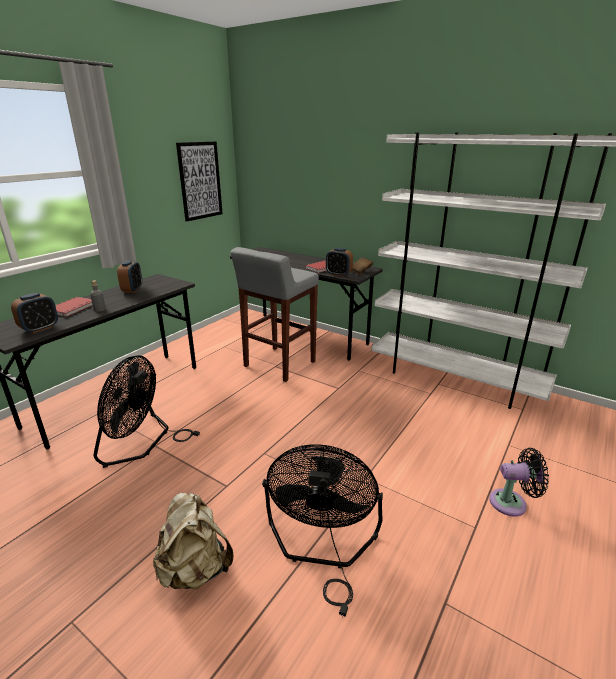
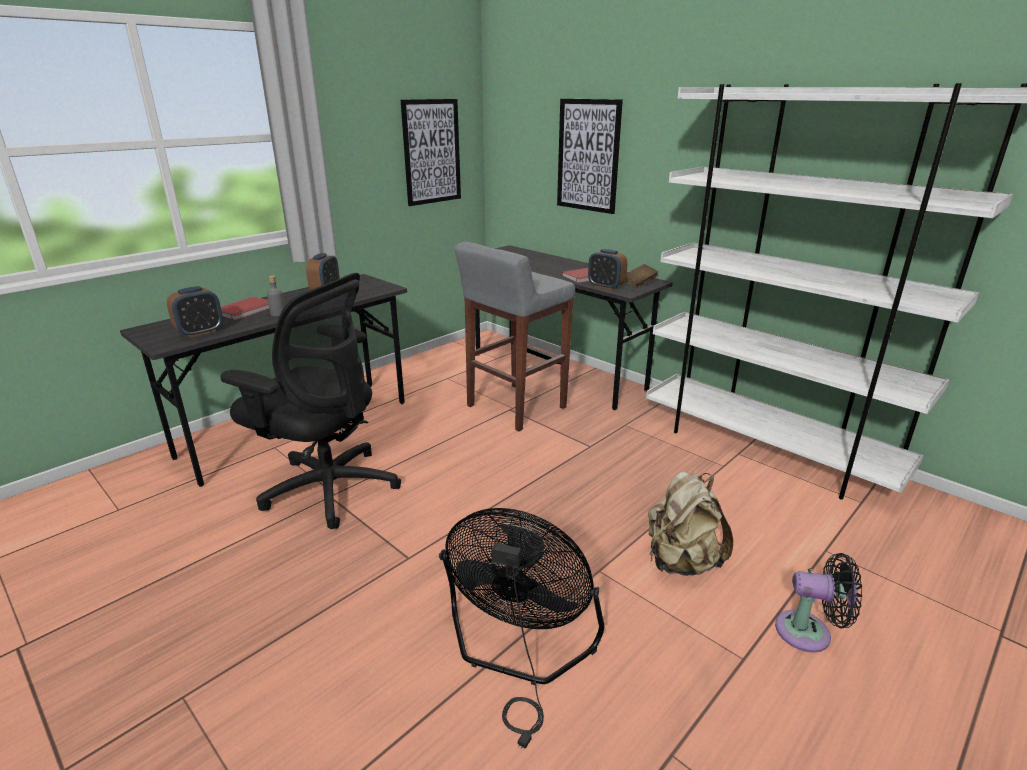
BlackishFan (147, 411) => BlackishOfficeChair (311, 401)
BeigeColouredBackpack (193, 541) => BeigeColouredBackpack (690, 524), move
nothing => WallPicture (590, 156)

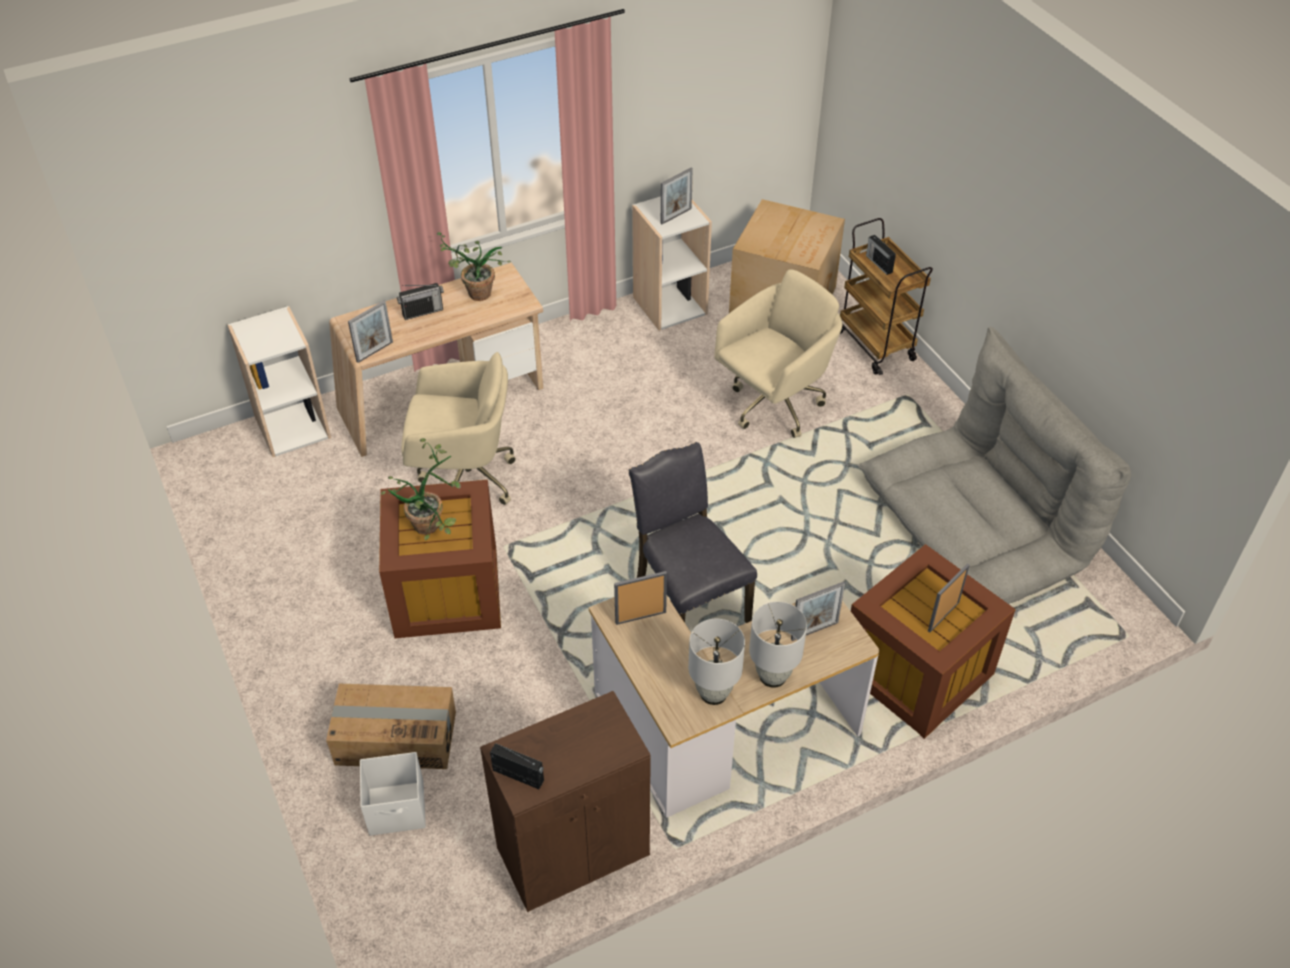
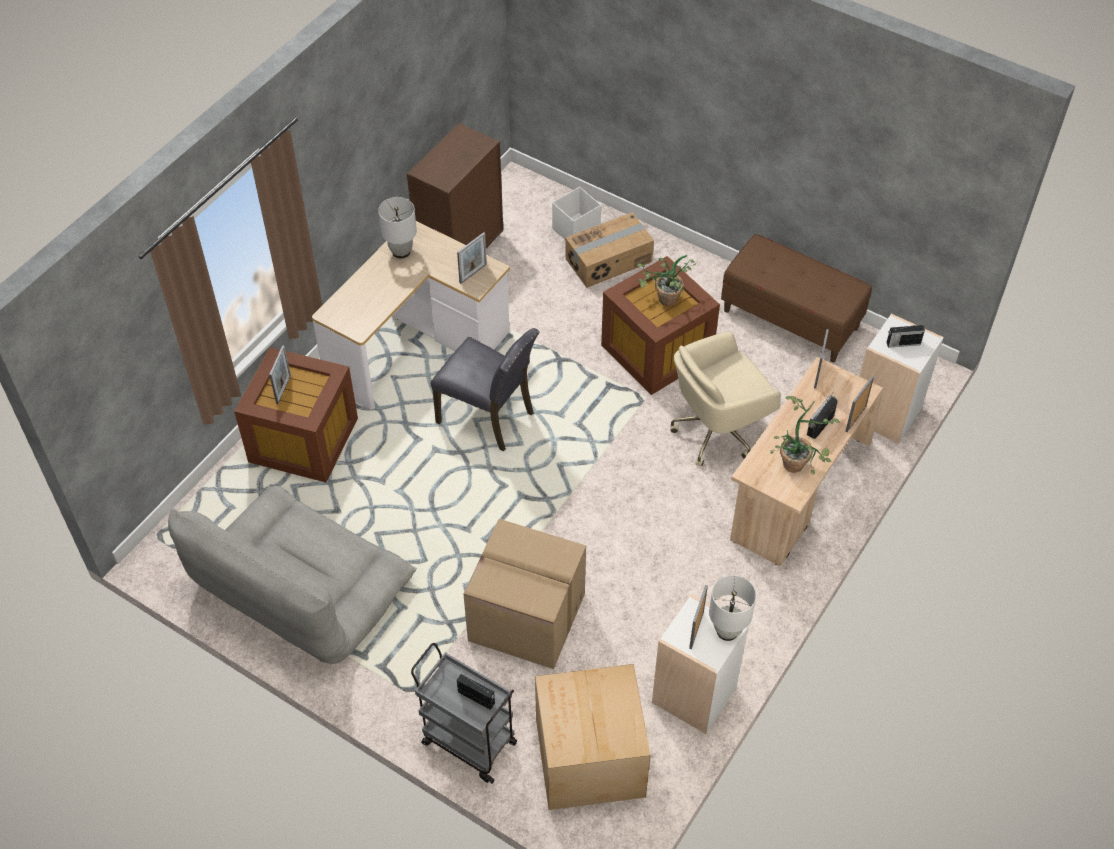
BrownCart (886, 296) => GreyishCart (464, 713)
BeigeColouredOfficeChair (778, 353) => CardboardBox (524, 594)
StandingFrame (818, 611) => StandingFrame (860, 404), move
WhitishLampForATable (778, 645) => WhitishLampForATable (732, 608), move
RadioSet (517, 766) => RadioSet (906, 336), move
nothing => BrownBench (796, 298)

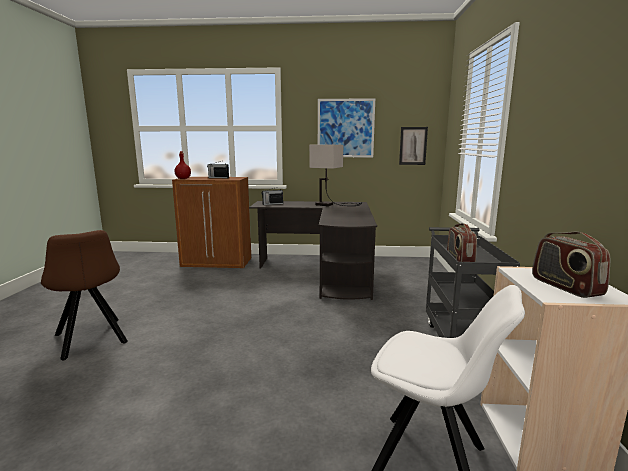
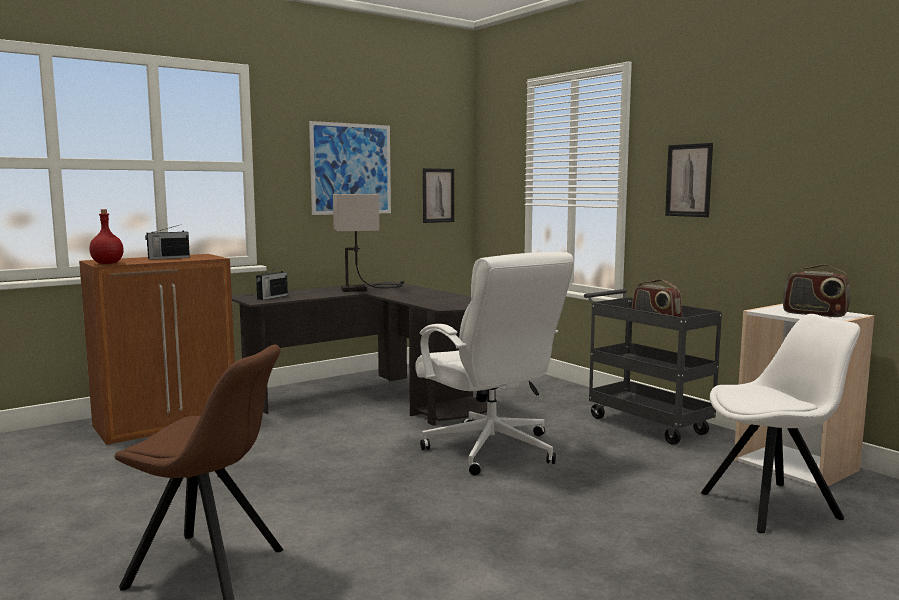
nothing => WallPicture (689, 180)
nothing => WhitishOfficeChair (494, 363)

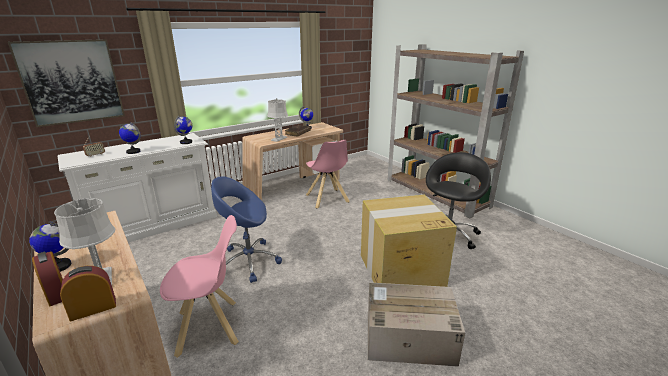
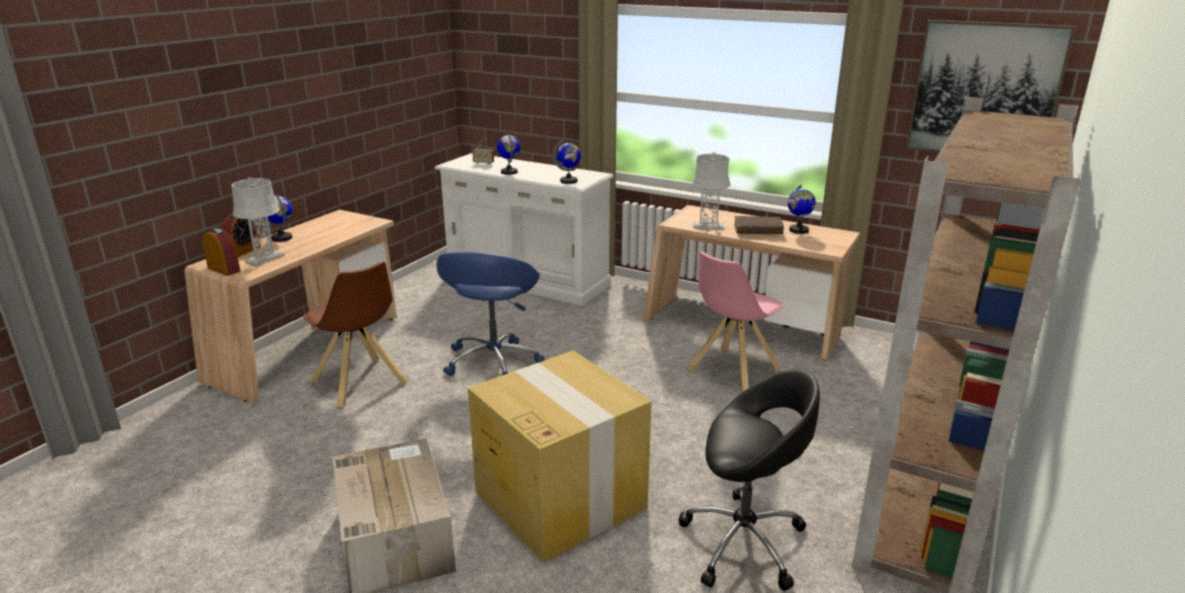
WallPicture (66, 83) => WallPicture (991, 86), move
BluishOfficeChair (246, 229) => BluishOfficeChair (490, 314), 135 degrees counterclockwise
PinkColouredPlainChair (199, 286) => BrownPlainChair (356, 335)

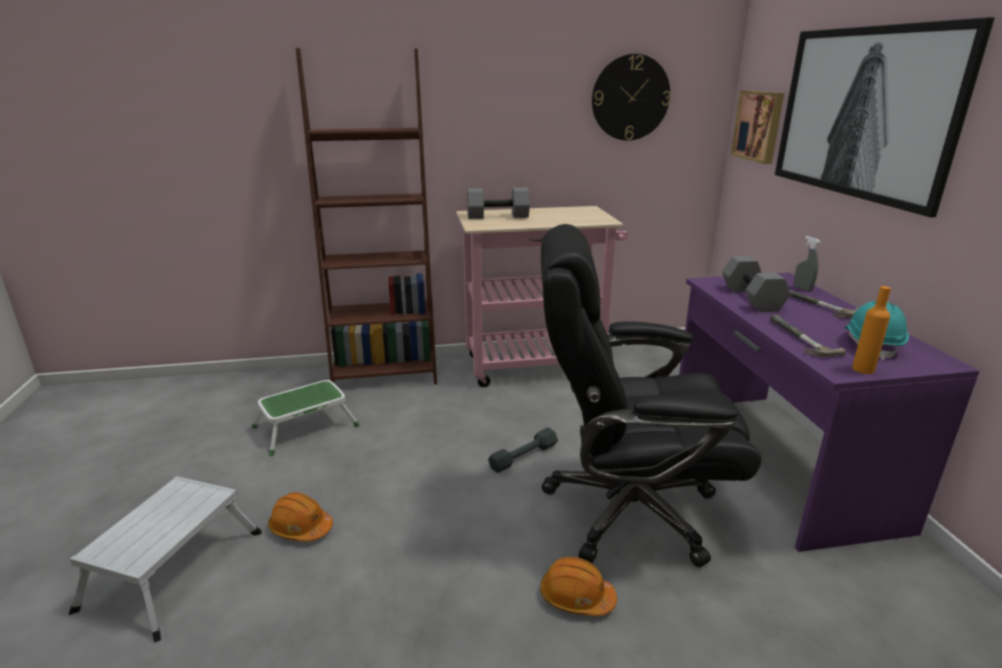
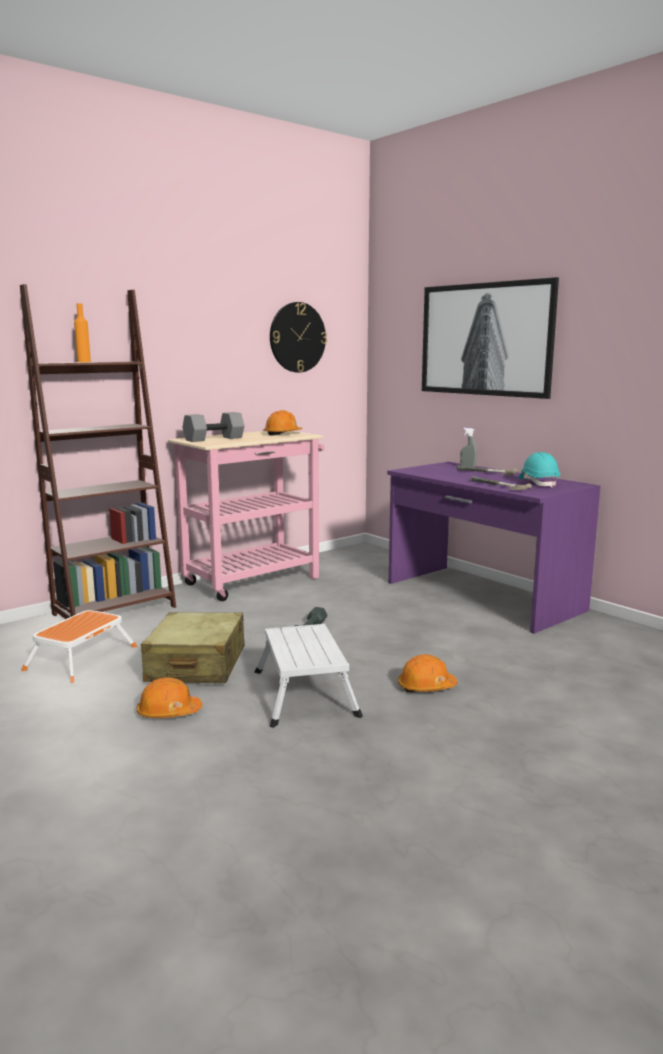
WallPicture (757, 127) => nothing
BlackishOfficeChair (651, 395) => nothing
GreyishHandWeight (756, 284) => nothing
OrangeBeverageBottle (871, 330) => OrangeBeverageBottle (82, 332), move
GreenishStepLadder (306, 418) => OrangeStepLadder (79, 646)
WhitishStepLadder (165, 559) => WhitishStepLadder (308, 676), move
nothing => OrangeWorkHelmet (283, 423)
nothing => BeigeColouredSuitcase (193, 647)

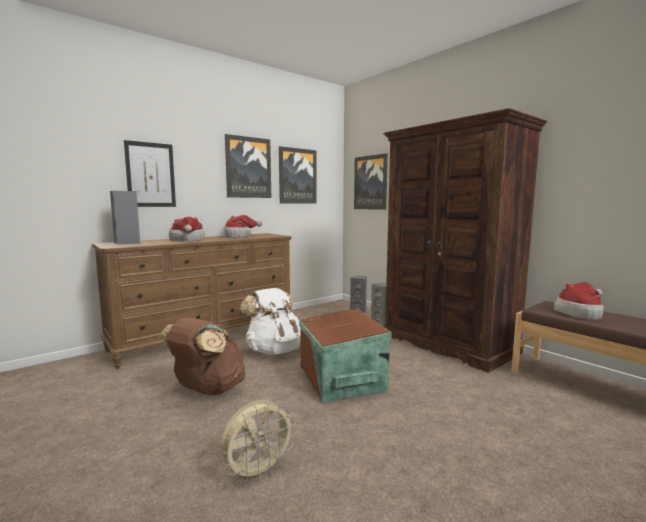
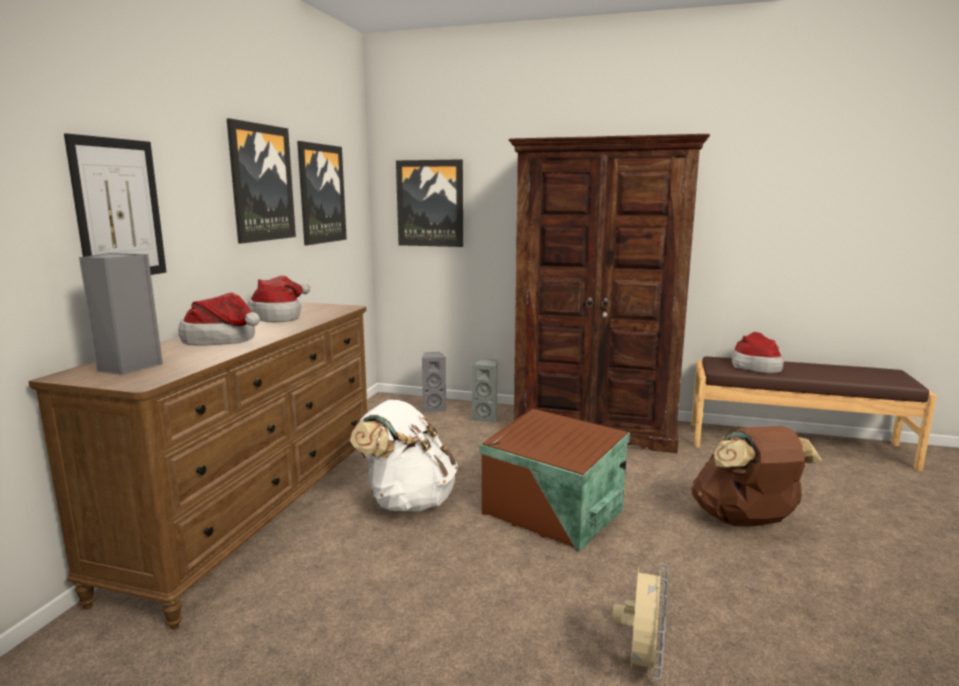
BrownBackpack (201, 357) => BrownBackpack (757, 476), move

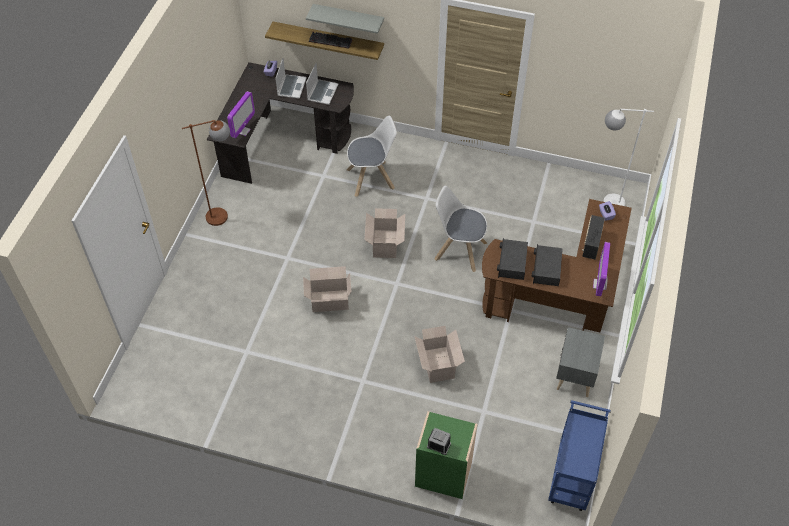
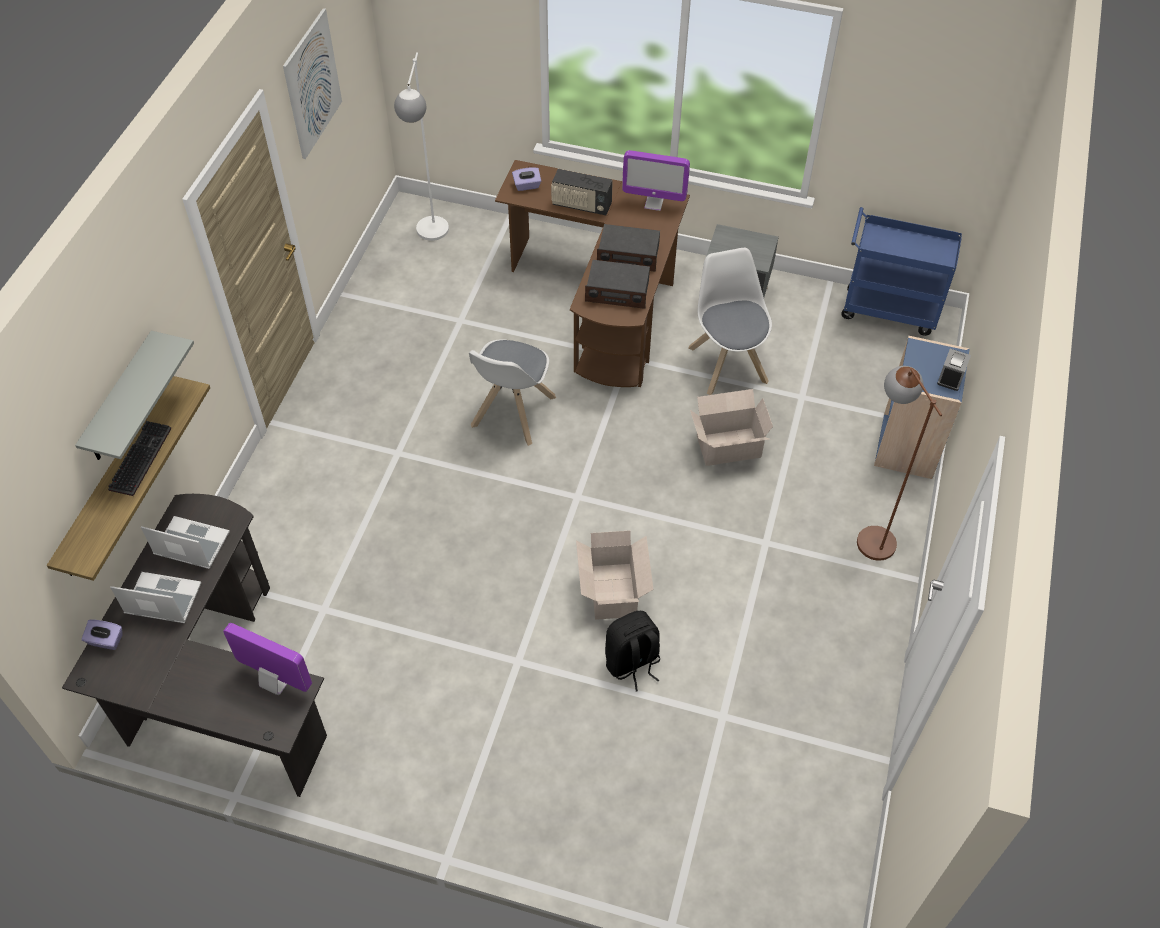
PlainChair (372, 156) => PlainChair (730, 321), move
BrownStandardLamp (206, 173) => BrownStandardLamp (899, 463), move
CardboardBox (384, 233) => nothing
GreenishBookshelf (446, 455) => BluishBookshelf (922, 407)
nothing => WallPicture (312, 83)
nothing => BlackishBackpack (632, 651)

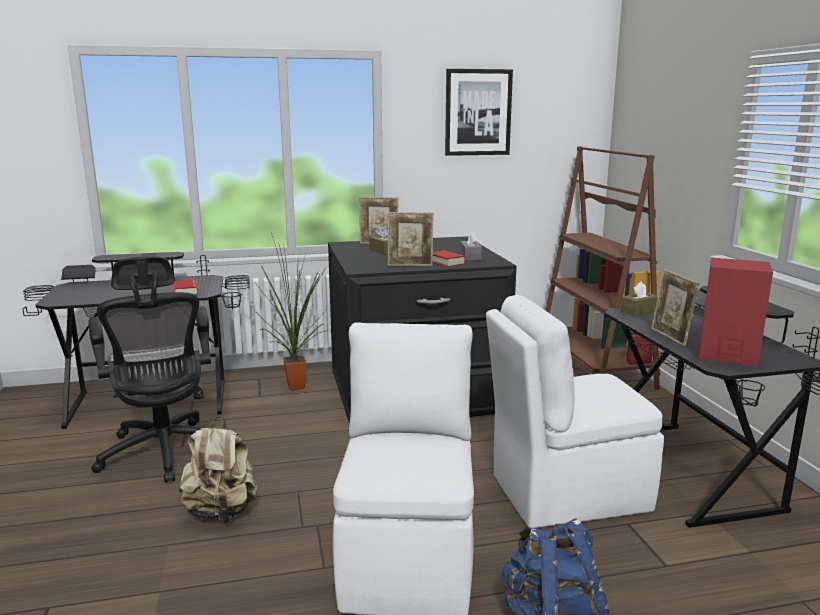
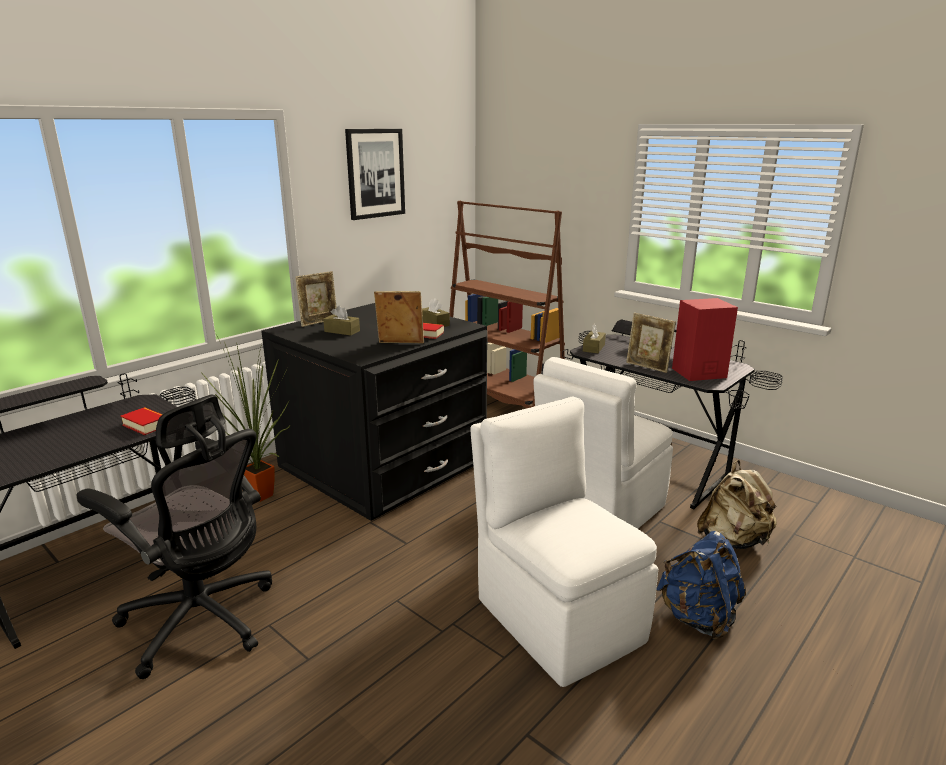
StandingFrame (411, 239) => StandingFrame (399, 317), 135 degrees counterclockwise
GreyishBoxOfTissues (471, 246) => BrownBoxOfTissues (436, 312)
BeigeColouredBackpack (218, 469) => BeigeColouredBackpack (737, 504), move

